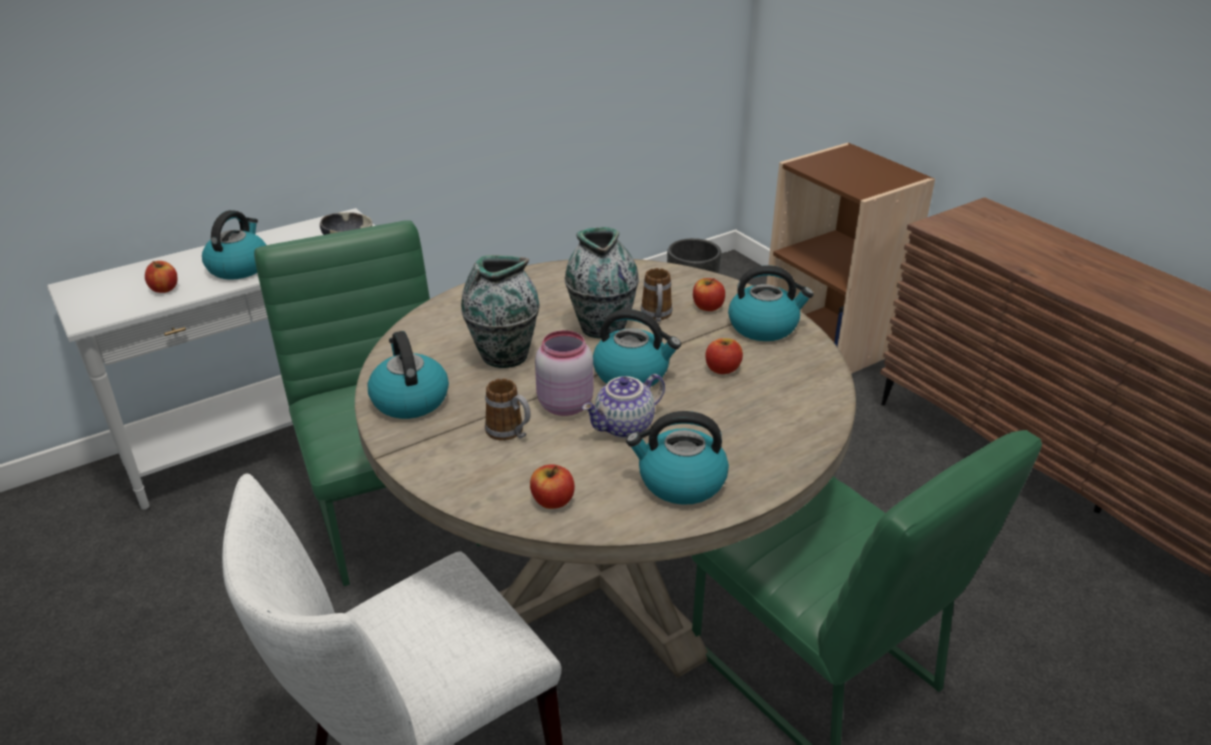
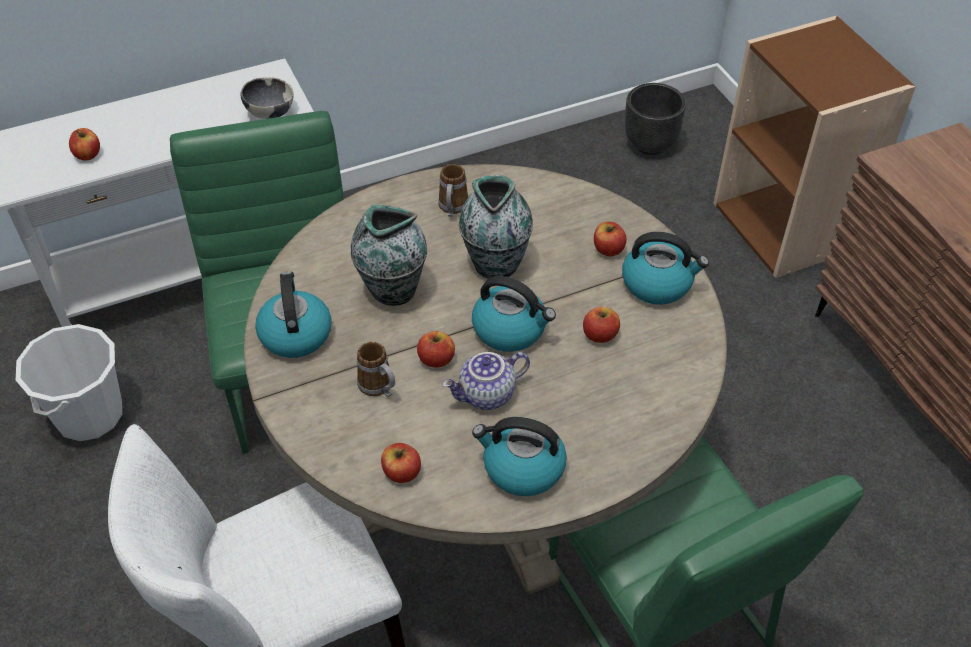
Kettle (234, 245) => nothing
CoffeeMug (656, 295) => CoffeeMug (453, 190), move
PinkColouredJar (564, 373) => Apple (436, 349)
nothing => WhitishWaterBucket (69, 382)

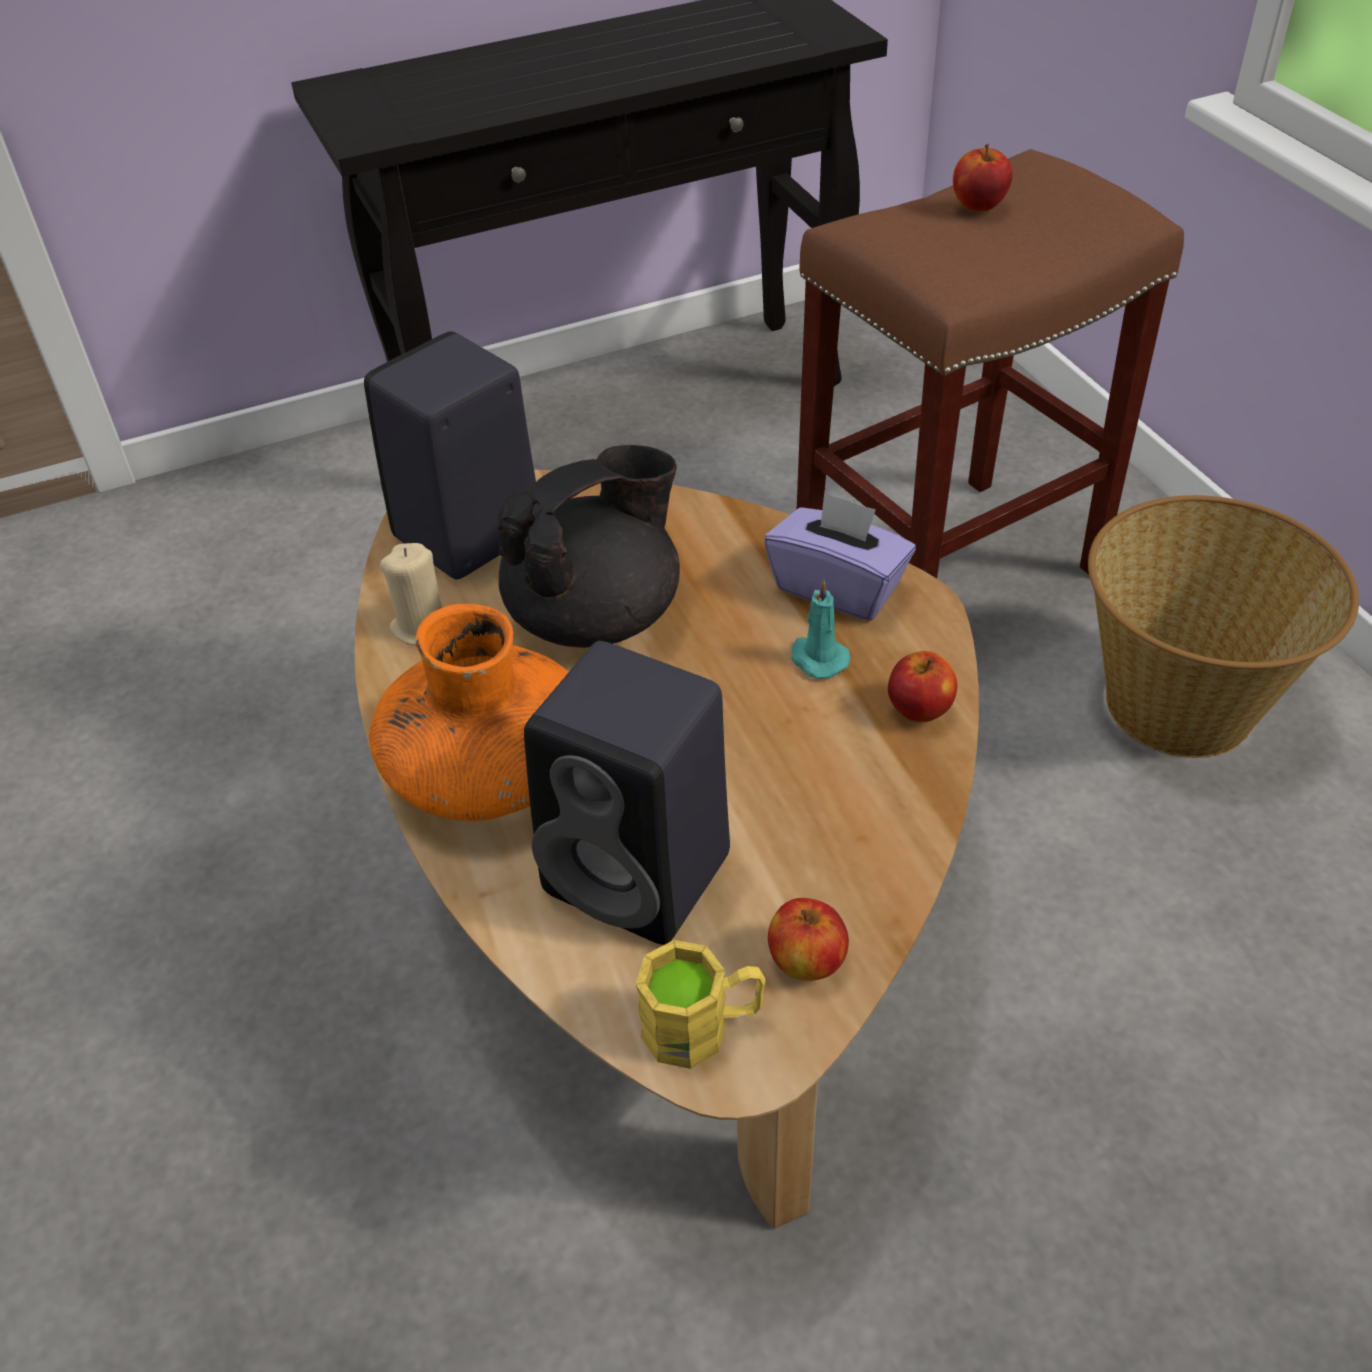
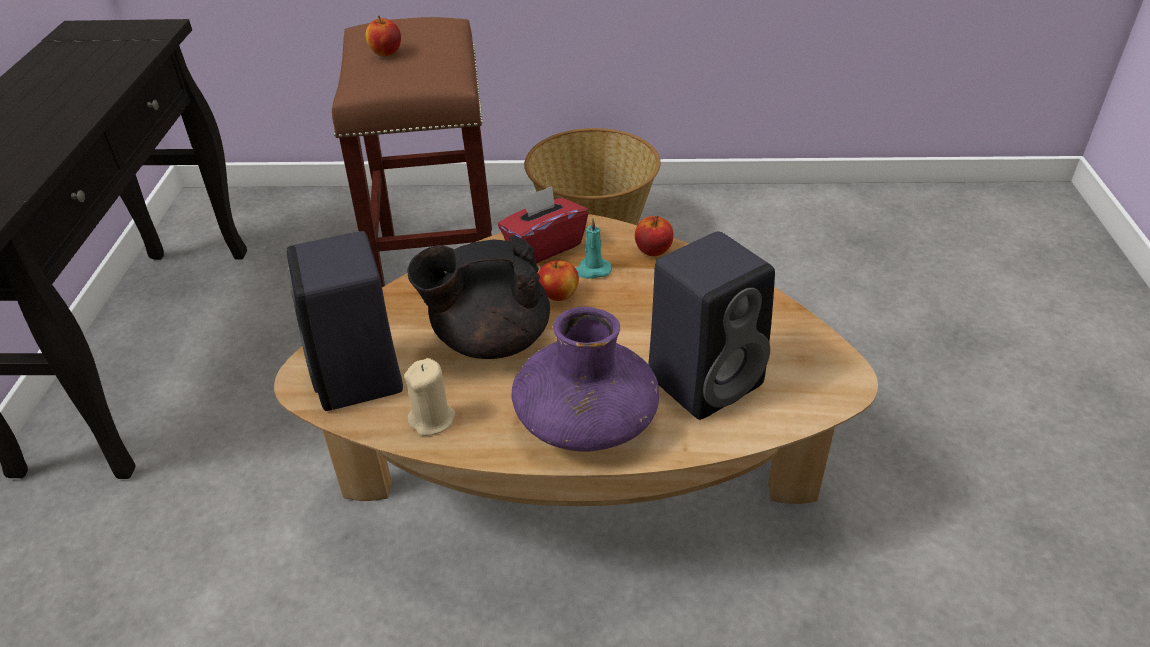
BlackishPotForTea (588, 546) => BlackishPotForTea (478, 297), 90 degrees counterclockwise
PurplishBoxOfTissues (840, 556) => RedBoxOfTissues (543, 224)
OrangeVase (468, 712) => PurplishVase (585, 379)
Apple (808, 939) => Apple (558, 280), move
YellowCoffeeMug (700, 1004) => nothing

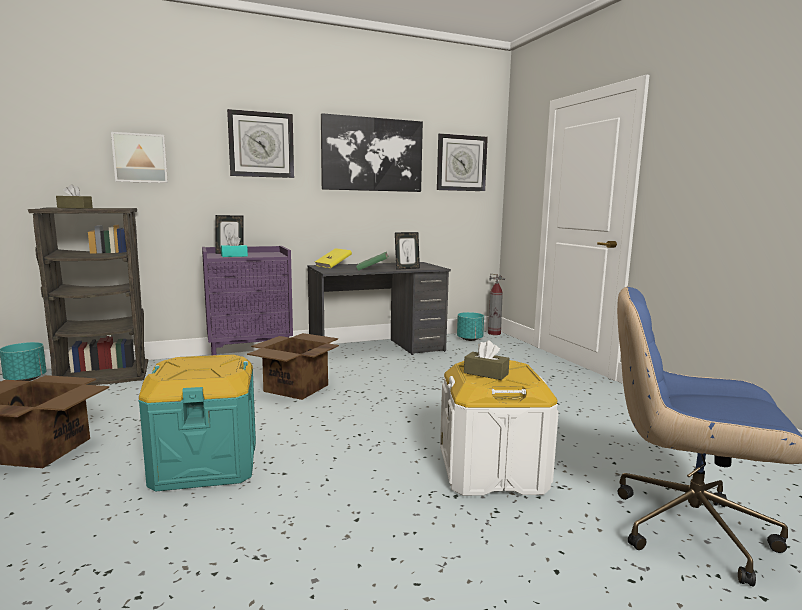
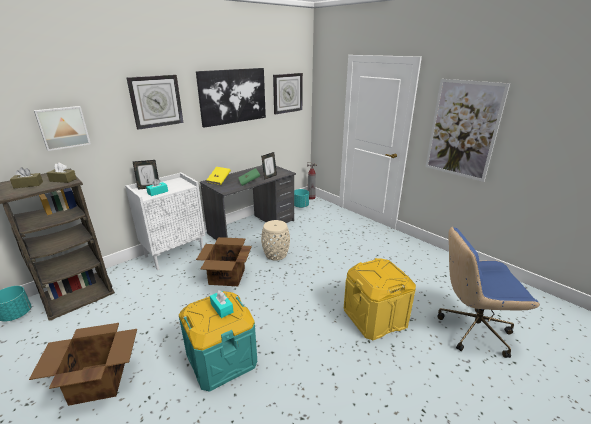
PurplishStorageCabinet (247, 300) => WhitishStorageCabinet (165, 221)
BrownBoxOfTissues (487, 360) => BrownBoxOfTissues (62, 172), move
WhitishStorageBin (499, 428) => YellowStorageBin (380, 299)
nothing => WallPicture (467, 130)
nothing => BeigeColouredStoolSeat (275, 240)
nothing => TurquoiseBoxOfTissues (221, 304)

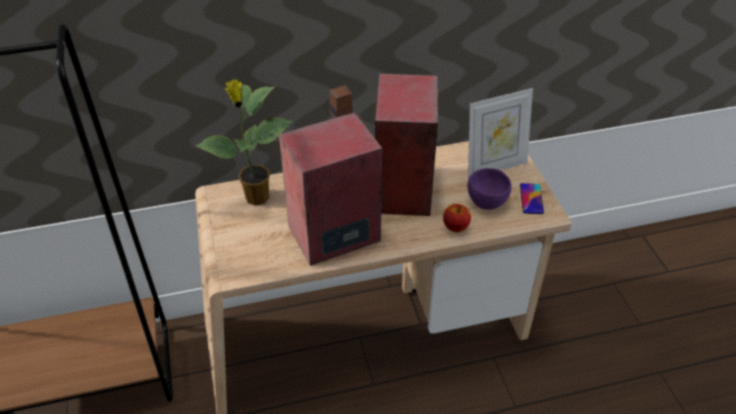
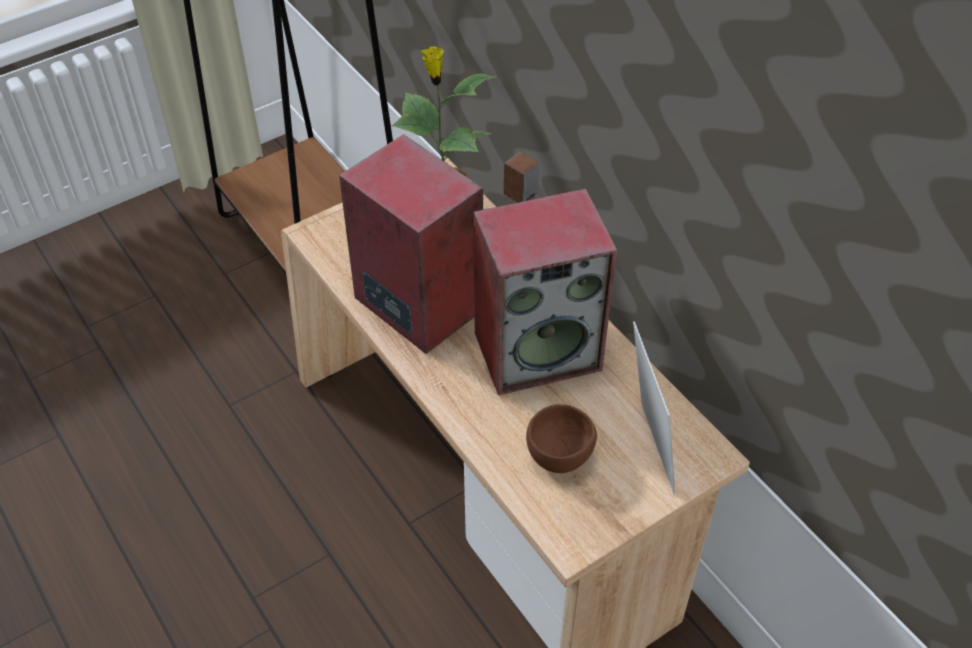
StandingFrame (500, 133) => StandingFrame (654, 407), 150 degrees counterclockwise
PurplishDeepDish (489, 189) => BrownDeepDish (561, 438)
Phone (532, 198) => nothing
Apple (457, 218) => nothing

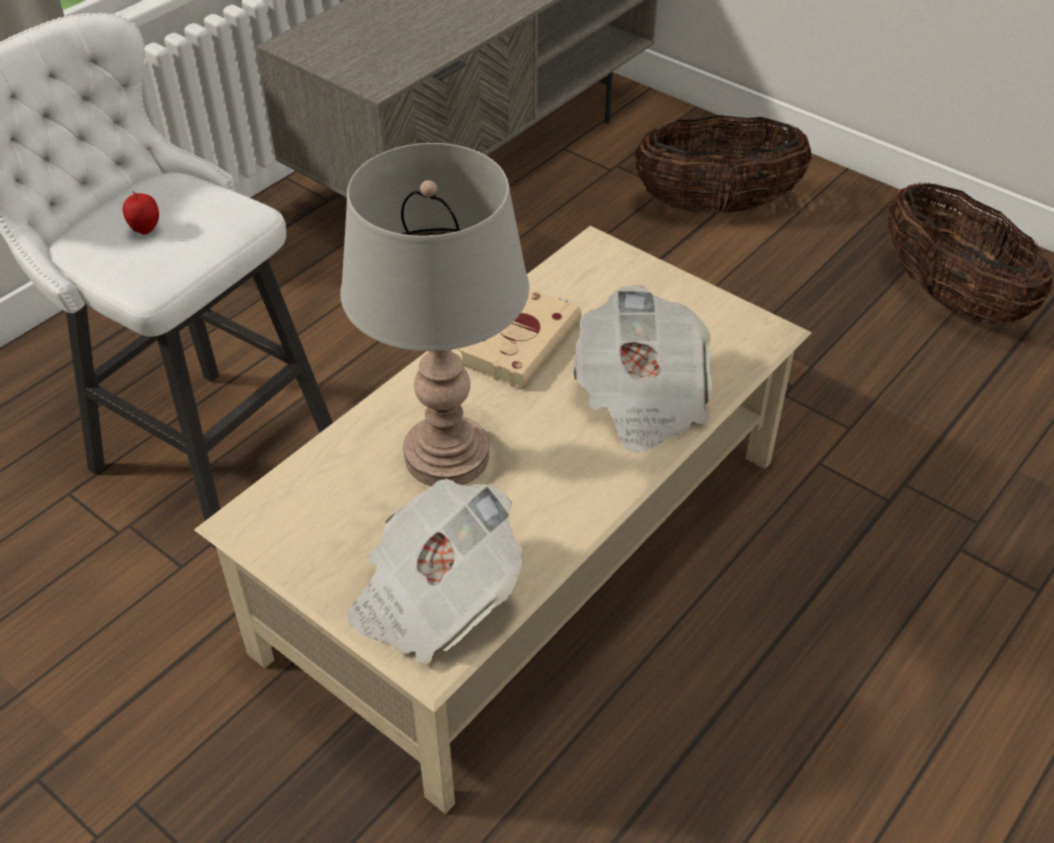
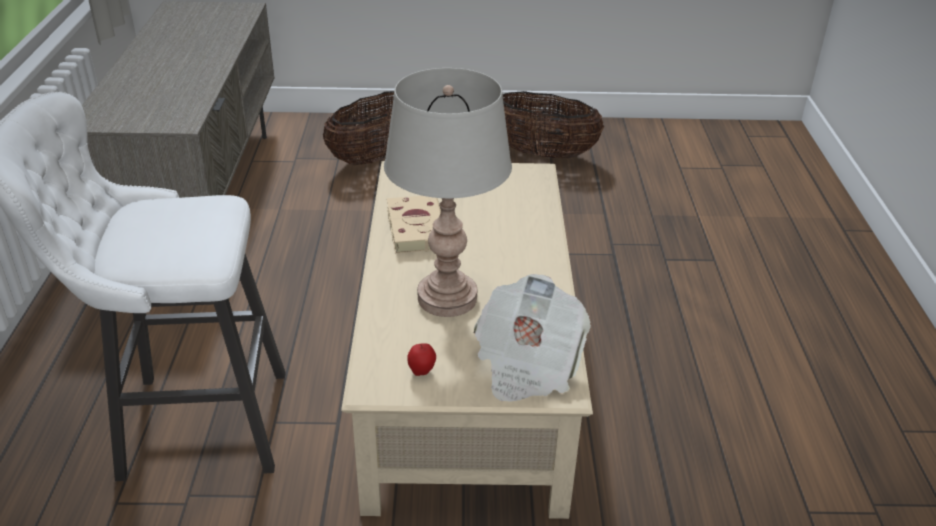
Apple (141, 212) => Apple (421, 359), move
Newspaper (642, 369) => nothing

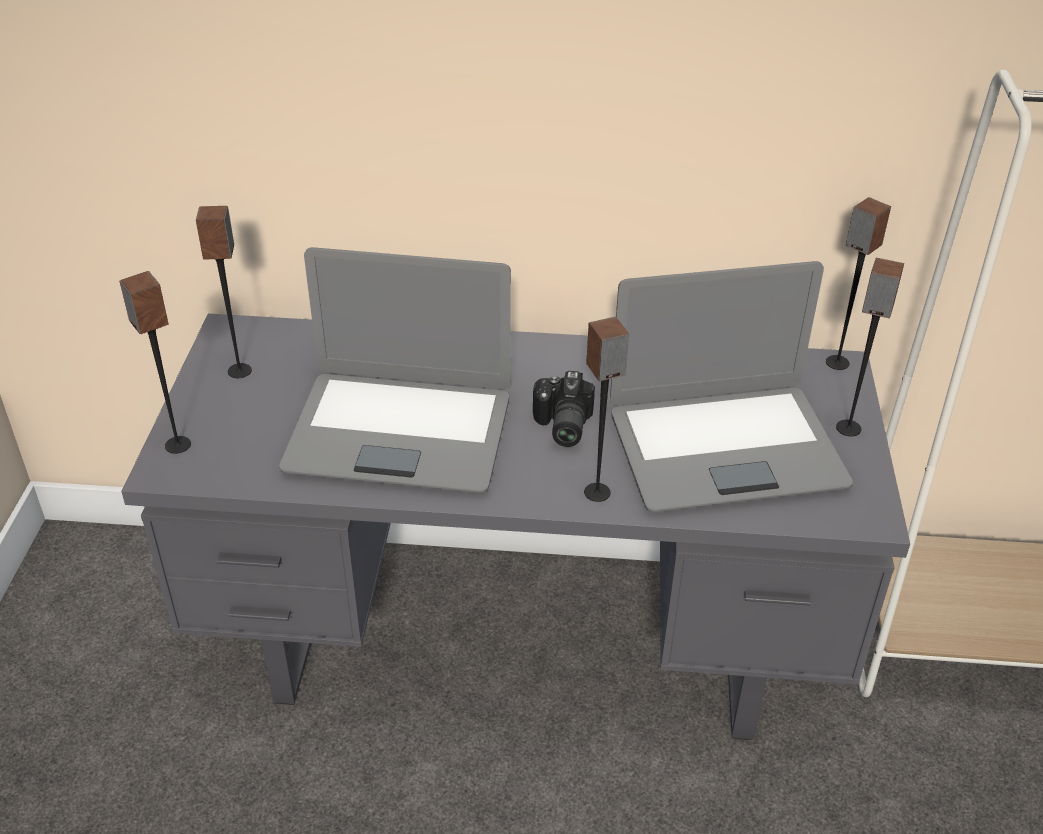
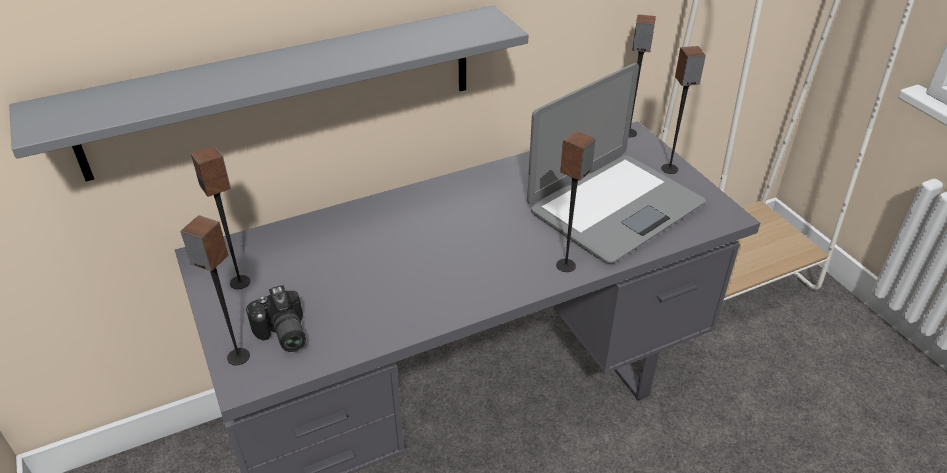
PortableComputer (395, 370) => nothing
StillCamera (564, 409) => StillCamera (276, 318), move
nothing => GreyishShelf (268, 93)

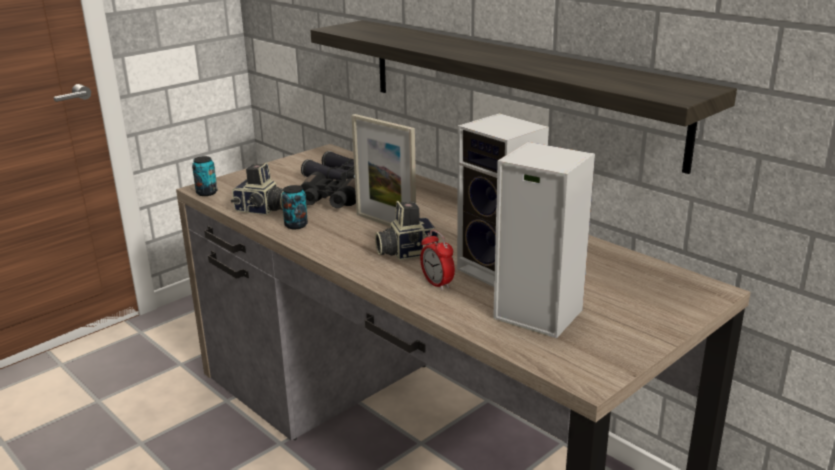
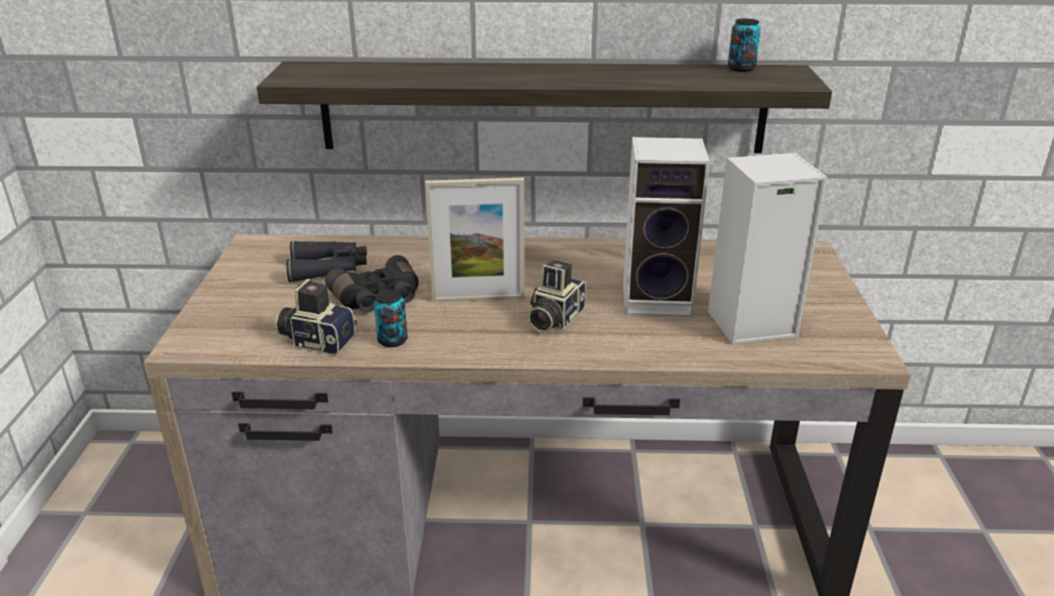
Can (204, 176) => Can (744, 45), move
StillCamera (257, 189) => StillCamera (316, 317), 135 degrees counterclockwise
TableClock (437, 260) => nothing

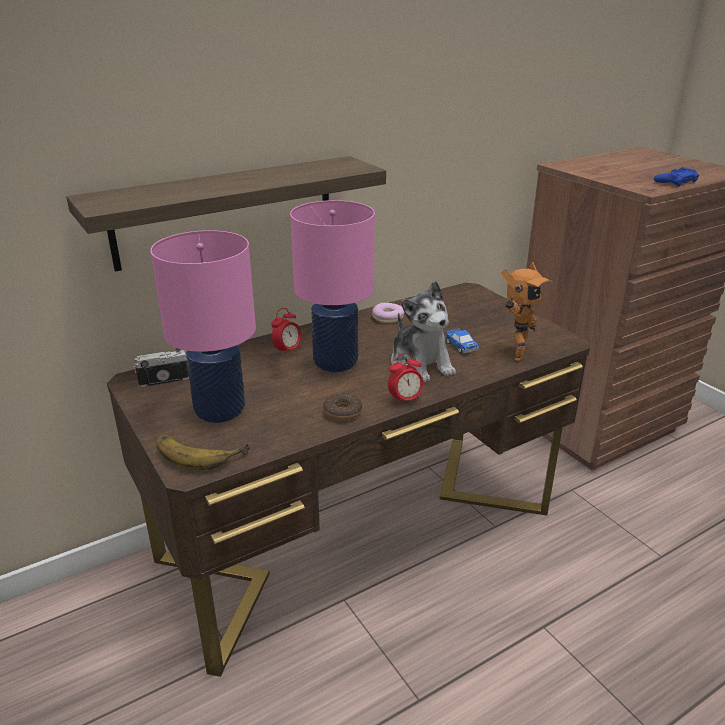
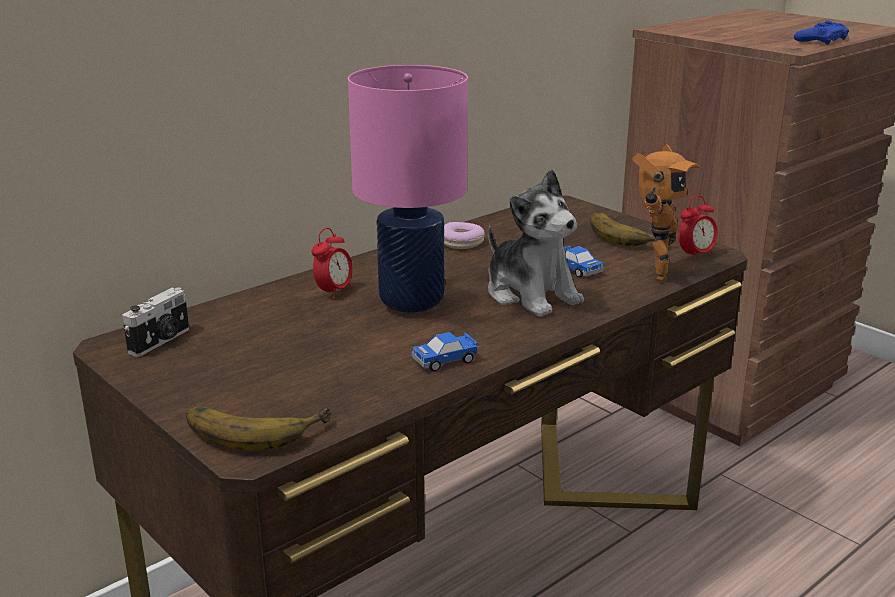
Shelf (226, 214) => nothing
PinkColouredLampForATable (203, 326) => nothing
StillCamera (161, 367) => StillCamera (155, 322), 150 degrees clockwise
TableClock (406, 379) => TableClock (698, 228), move
Donut (342, 407) => ToyCar (445, 351)
nothing => BananaFruit (632, 229)

